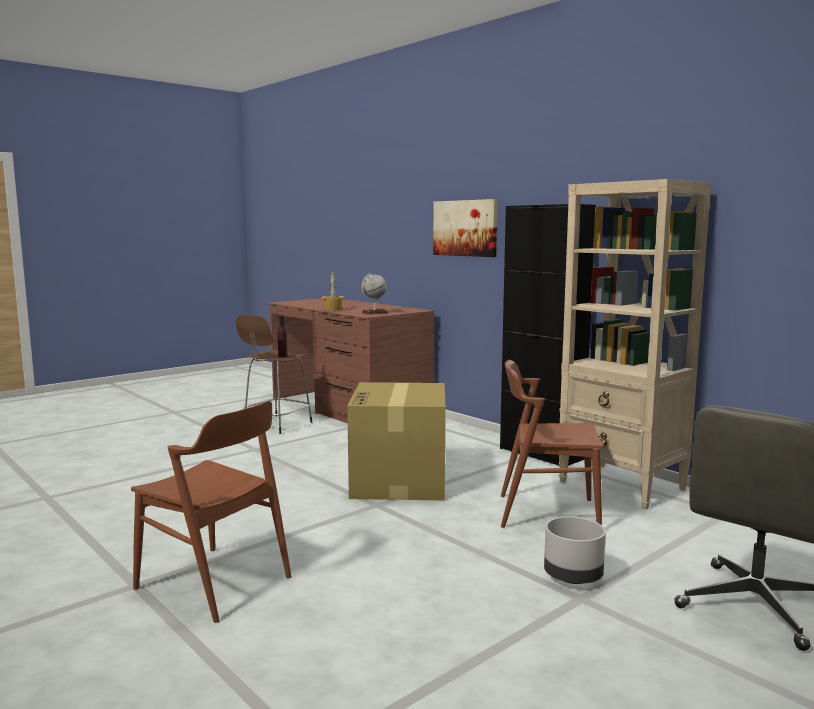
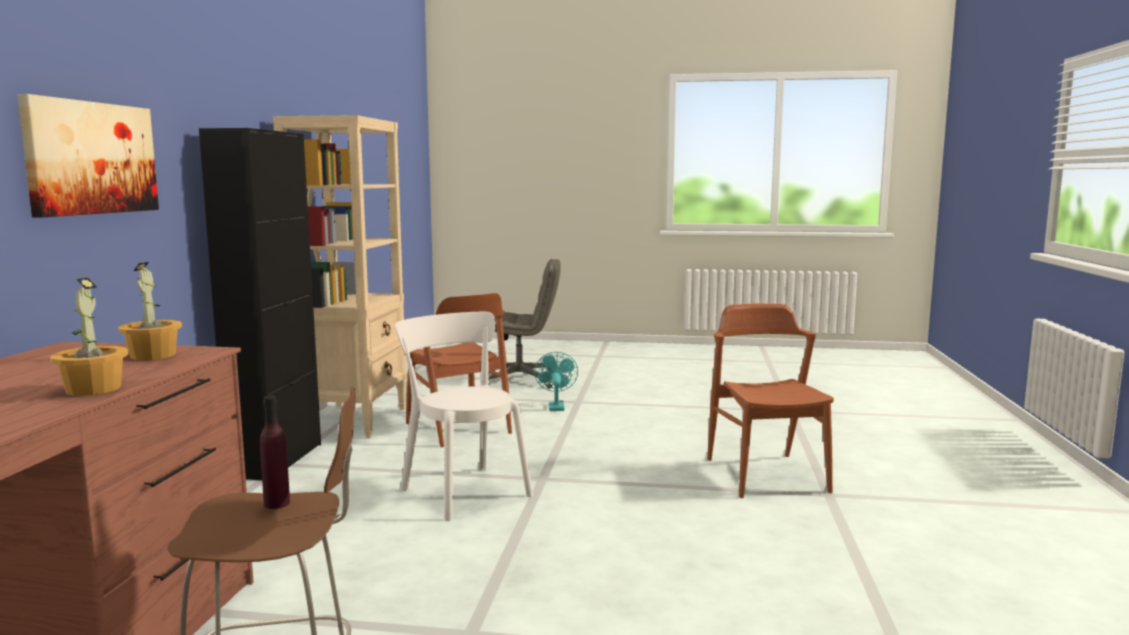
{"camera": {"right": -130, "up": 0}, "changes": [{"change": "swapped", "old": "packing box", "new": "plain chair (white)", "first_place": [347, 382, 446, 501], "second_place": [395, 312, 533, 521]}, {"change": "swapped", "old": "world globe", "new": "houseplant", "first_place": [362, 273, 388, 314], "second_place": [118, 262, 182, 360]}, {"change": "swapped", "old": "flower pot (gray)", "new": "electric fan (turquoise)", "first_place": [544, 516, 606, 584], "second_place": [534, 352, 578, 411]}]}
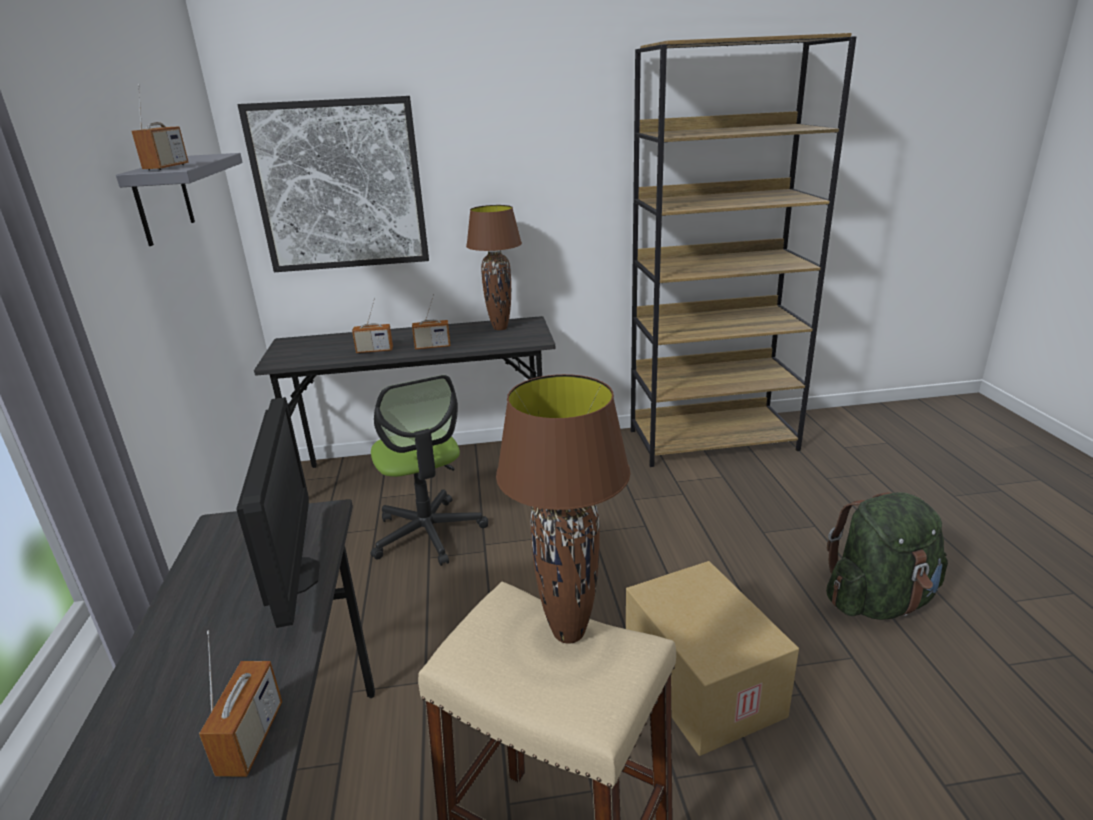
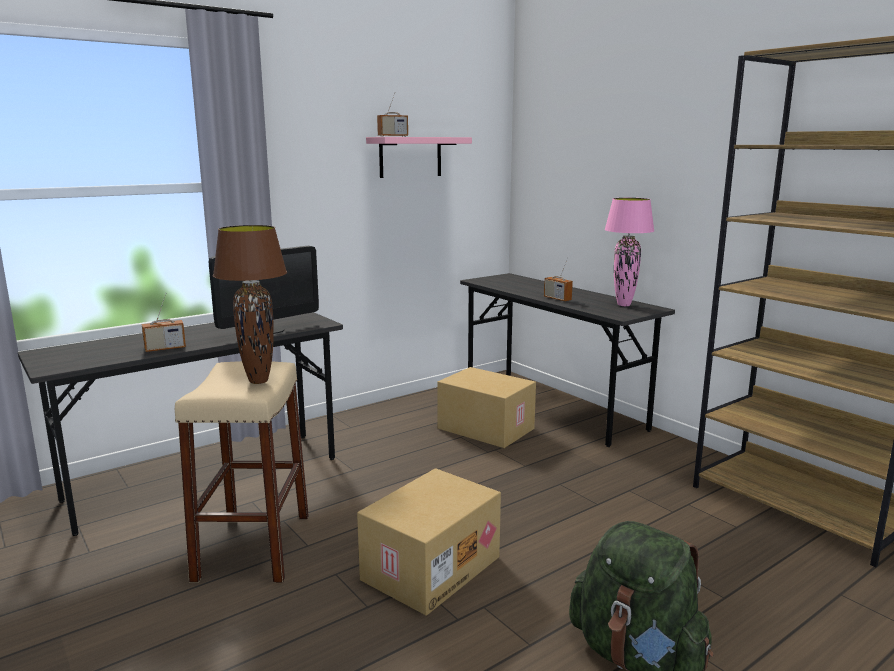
{"camera": {"right": 60, "up": -10}, "changes": [{"change": "repainted", "old": "wall shelf (gray)", "new": "wall shelf (pink)", "first_place": [116, 153, 243, 246], "second_place": [366, 137, 472, 178]}, {"change": "gone", "old": "wall art", "first_place": [237, 96, 429, 272]}, {"change": "gone", "old": "radio", "first_place": [352, 298, 393, 353]}, {"change": "swapped", "old": "desk chair", "new": "packing box", "first_place": [370, 375, 488, 566], "second_place": [437, 367, 536, 448]}, {"change": "repainted", "old": "table lamp (brown)", "new": "table lamp (pink)", "first_place": [466, 205, 522, 330], "second_place": [604, 198, 655, 306]}]}
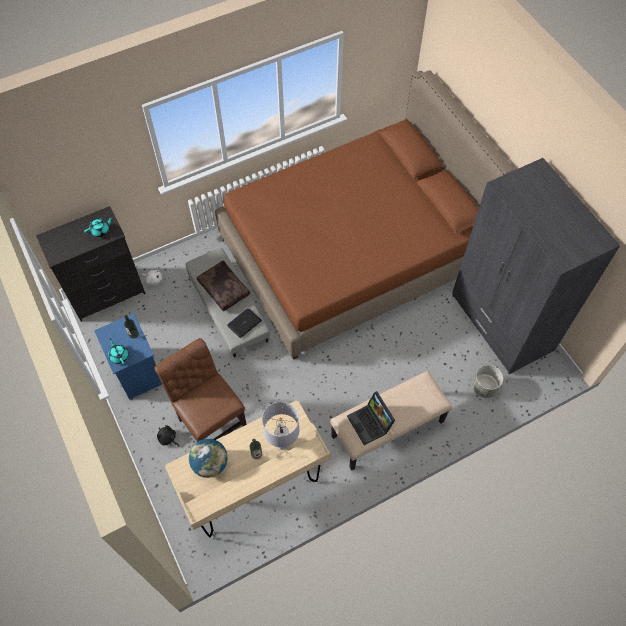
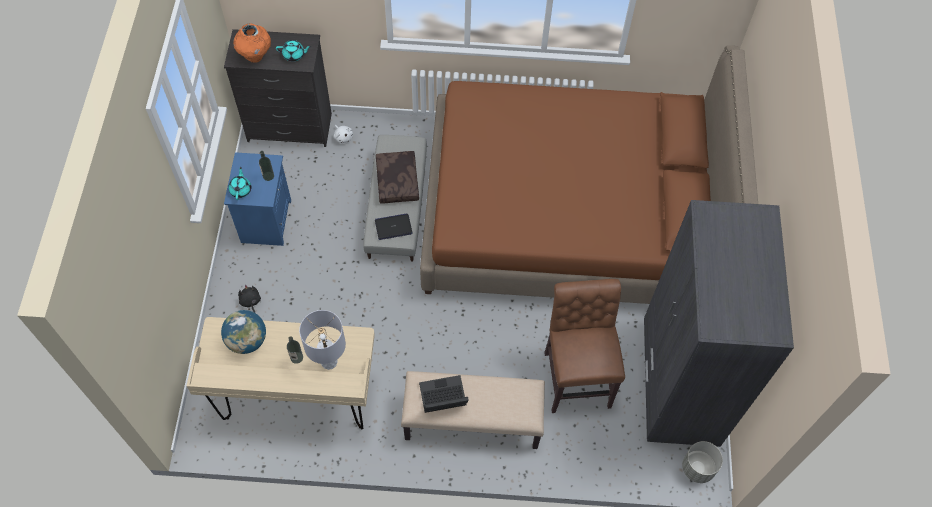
{"camera": {"right": 30, "up": 0}, "changes": [{"change": "shifted", "old": "plain chair (brown)", "first_place": [154, 338, 247, 442], "second_place": [544, 279, 625, 413]}, {"change": "rotated", "old": "portable computer", "first_place": [347, 391, 395, 445], "second_place": [419, 375, 469, 413], "degrees": 75}, {"change": "shifted", "old": "flower pot (gray)", "first_place": [472, 365, 503, 398], "second_place": [682, 441, 723, 483]}, {"change": "new", "new": "vase (orange-coloured)", "second_place": [233, 24, 271, 63]}]}
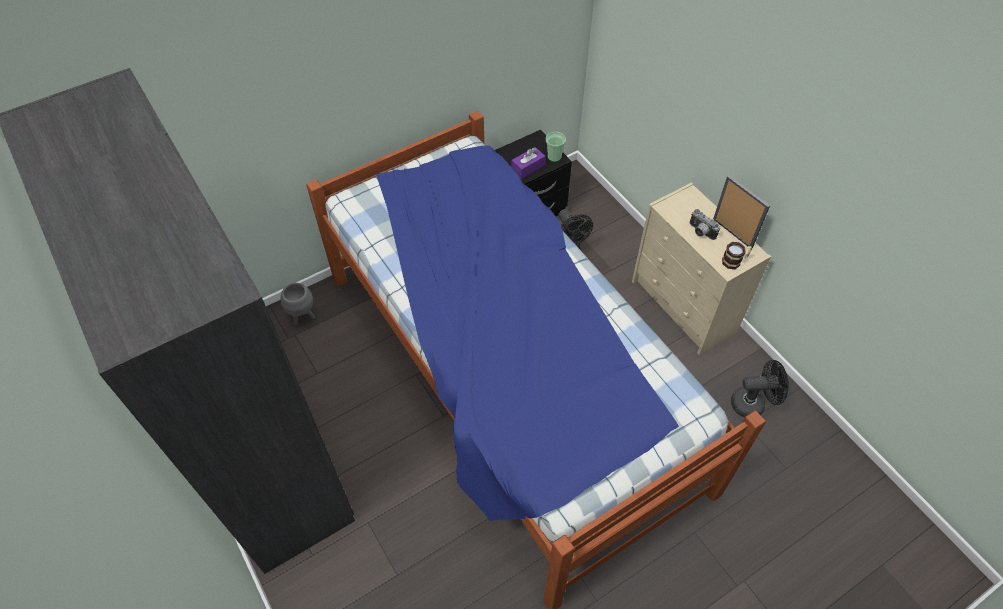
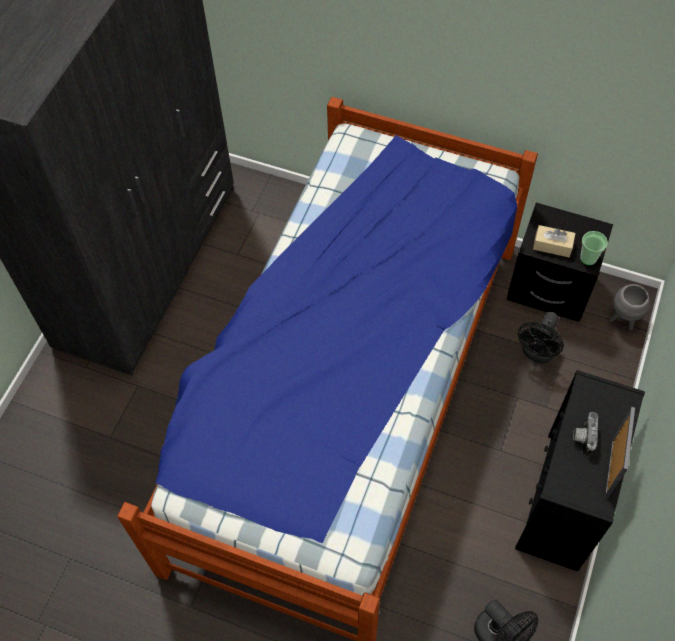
{"camera": {"right": 55, "up": 5}, "changes": [{"change": "shifted", "old": "flower pot (gray)", "first_place": [281, 283, 315, 325], "second_place": [610, 284, 650, 330]}, {"change": "repainted", "old": "tissue box (purple-coloured)", "new": "tissue box (beige)", "first_place": [511, 147, 545, 179], "second_place": [533, 225, 576, 257]}, {"change": "repainted", "old": "drawer chest (beige)", "new": "drawer chest (blackish)", "first_place": [632, 182, 771, 355], "second_place": [515, 370, 645, 571]}, {"change": "gone", "old": "tea mug", "first_place": [722, 242, 752, 269]}]}
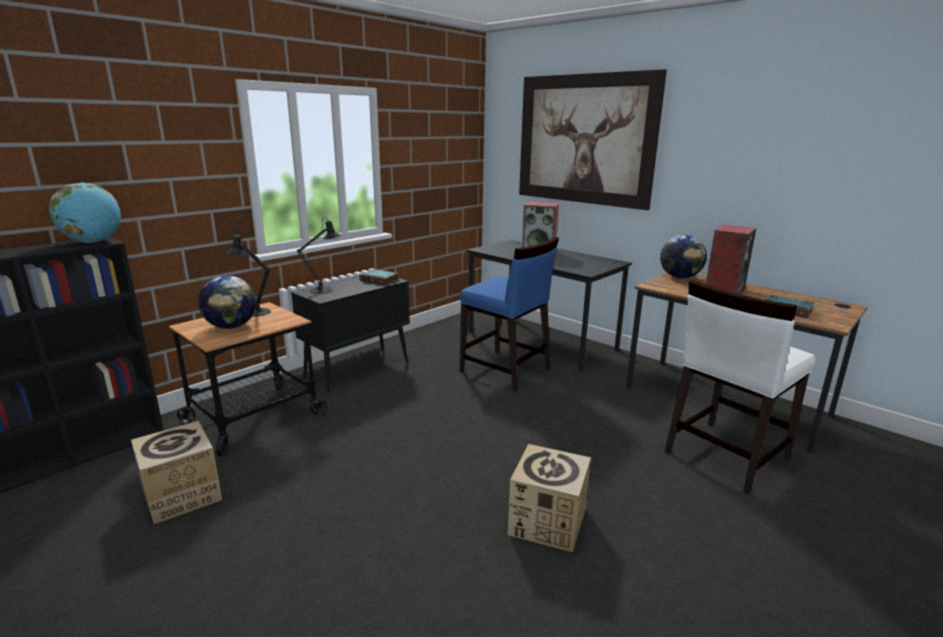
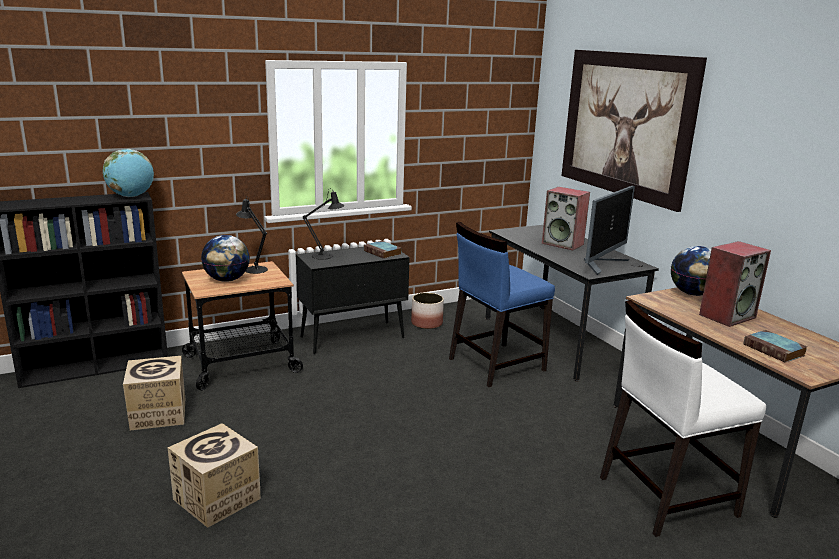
{"camera": {"right": 20, "up": 0}, "changes": [{"change": "rotated", "old": "plain chair (blue)", "first_place": [460, 237, 559, 392], "second_place": [449, 222, 555, 387], "degrees": 90}, {"change": "shifted", "old": "packing box", "first_place": [508, 444, 591, 552], "second_place": [167, 423, 261, 528]}, {"change": "new", "new": "flower pot", "second_place": [411, 293, 444, 329]}, {"change": "new", "new": "monitor", "second_place": [584, 186, 635, 275]}]}
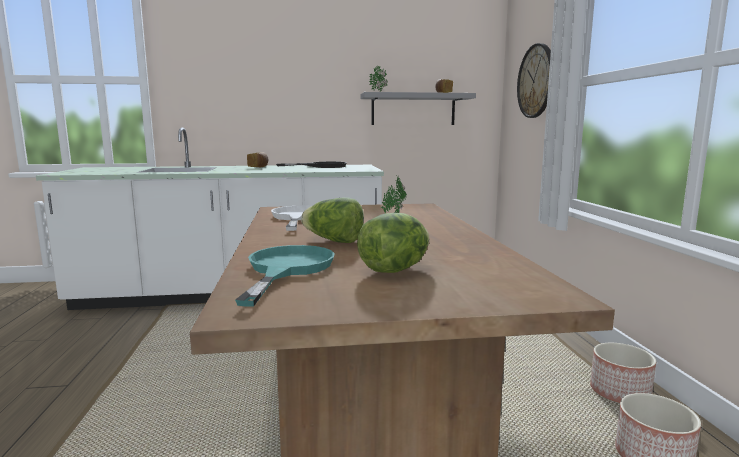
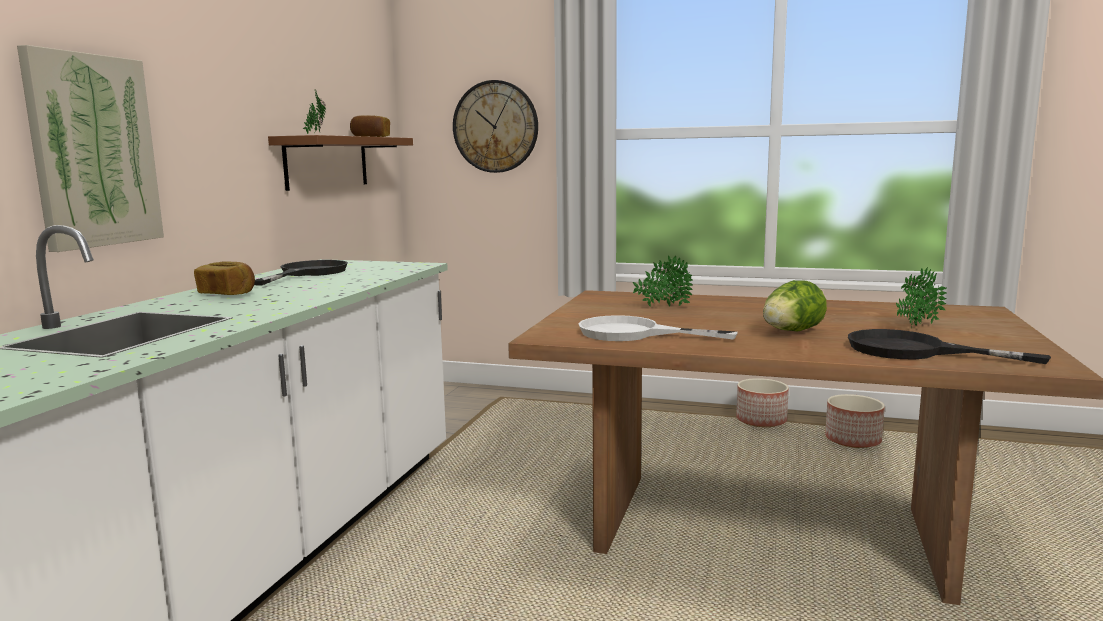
{"camera": {"right": -65, "up": 0}, "changes": [{"change": "repainted", "old": "pan (turquoise)", "new": "pan (blackish)", "first_place": [235, 245, 335, 306], "second_place": [848, 329, 1051, 364]}, {"change": "swapped", "old": "lettuce", "new": "houseplant", "first_place": [357, 213, 430, 273], "second_place": [896, 267, 947, 328]}, {"change": "repainted", "old": "wall shelf (gray)", "new": "wall shelf (brown)", "first_place": [360, 92, 476, 125], "second_place": [268, 135, 413, 191]}, {"change": "new", "new": "wall art", "second_place": [17, 45, 164, 252]}]}
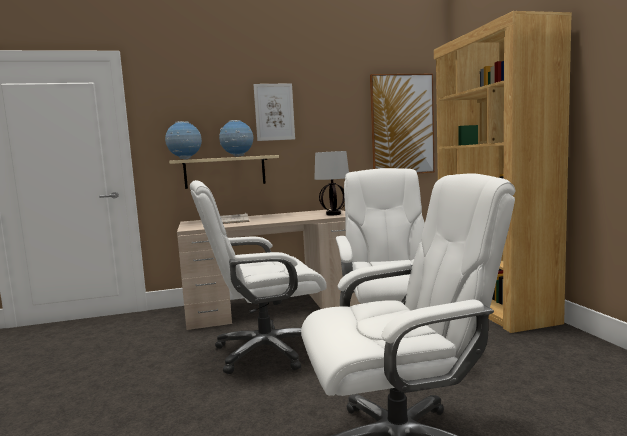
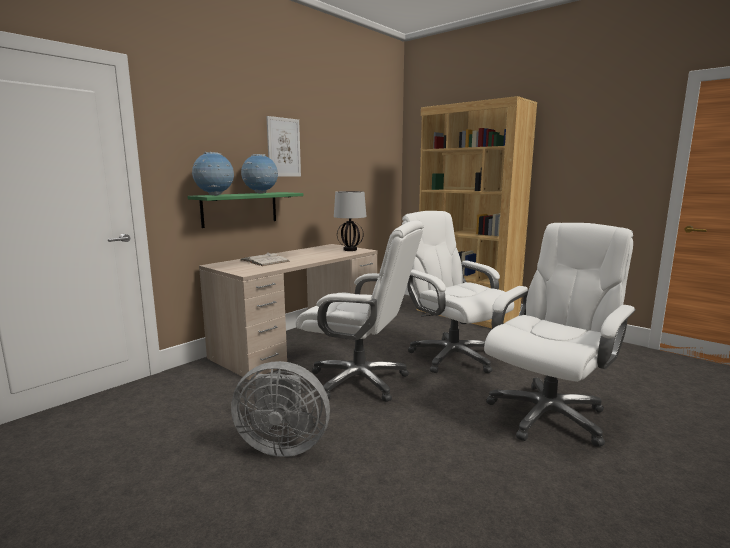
{"camera": {"right": -35, "up": 5}, "changes": [{"change": "repainted", "old": "wall shelf (beige)", "new": "wall shelf (greenish)", "first_place": [169, 155, 279, 189], "second_place": [187, 192, 304, 228]}, {"change": "rotated", "old": "desk chair (white)", "first_place": [190, 180, 327, 374], "second_place": [296, 221, 423, 402], "degrees": -105}, {"change": "gone", "old": "wall art", "first_place": [370, 74, 435, 174]}, {"change": "new", "new": "electric fan (gray)", "second_place": [231, 361, 330, 457]}]}
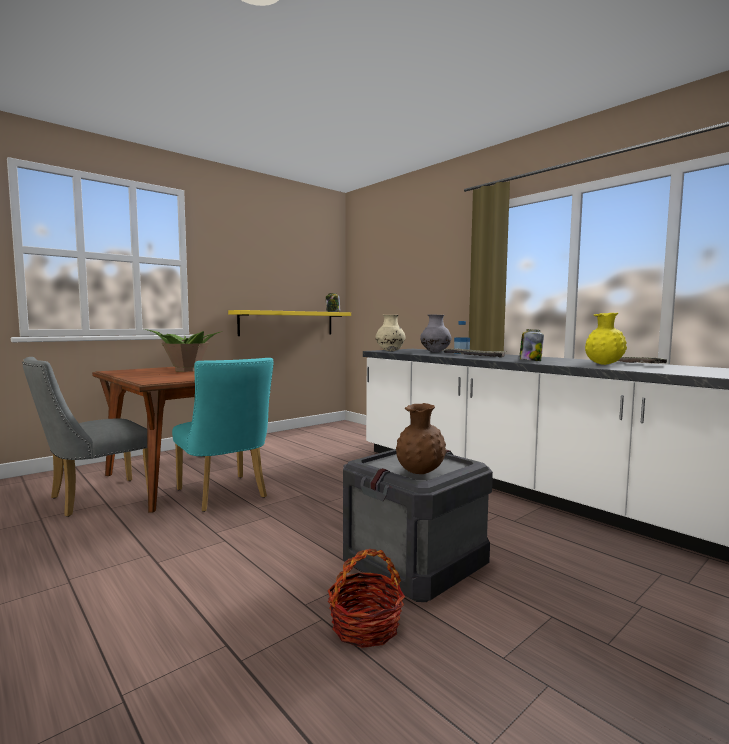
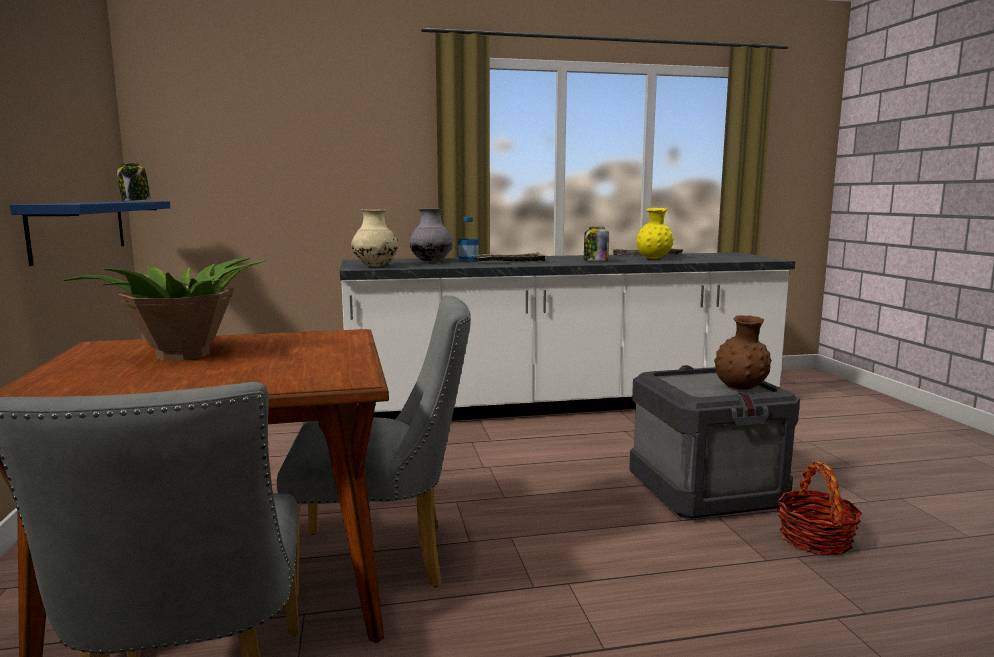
{"camera": {"right": -60, "up": 5}, "changes": [{"change": "repainted", "old": "plain chair (turquoise)", "new": "plain chair (gray)", "first_place": [172, 358, 274, 512], "second_place": [277, 295, 471, 598]}, {"change": "repainted", "old": "wall shelf (yellowish)", "new": "wall shelf (blue)", "first_place": [228, 310, 351, 336], "second_place": [10, 201, 170, 266]}]}
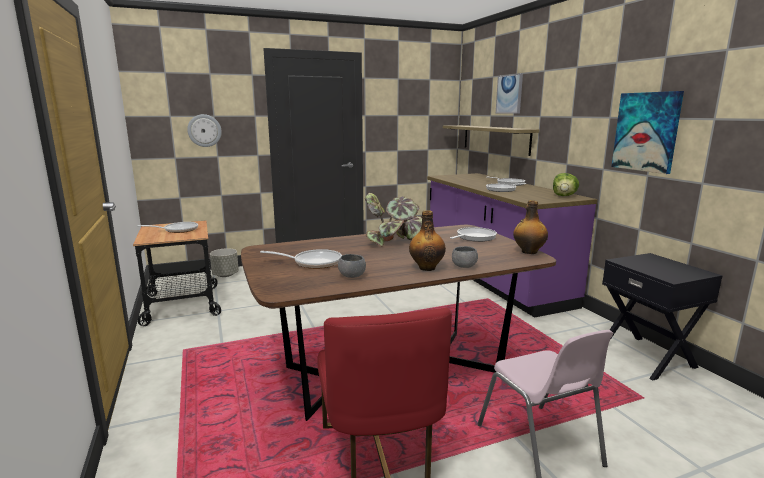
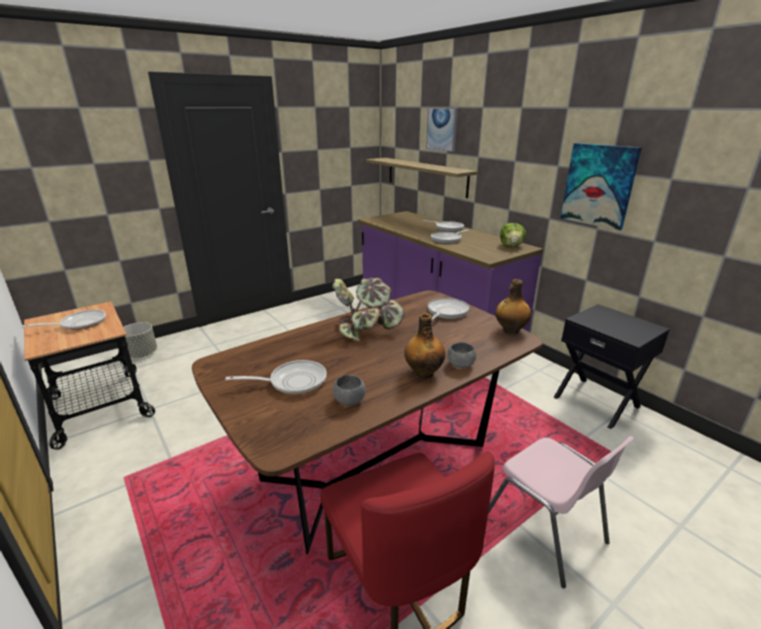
{"camera": {"right": -15, "up": 10}, "changes": [{"change": "gone", "old": "clock on the wall", "first_place": [187, 114, 222, 147]}]}
